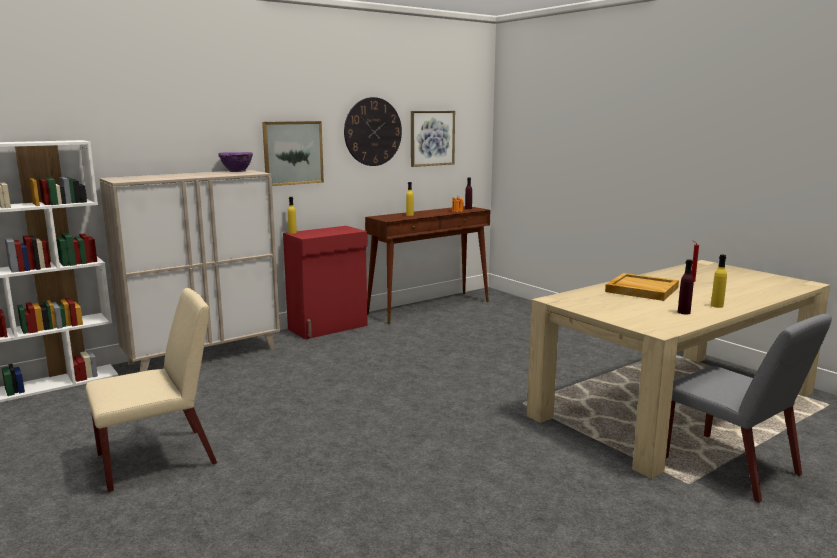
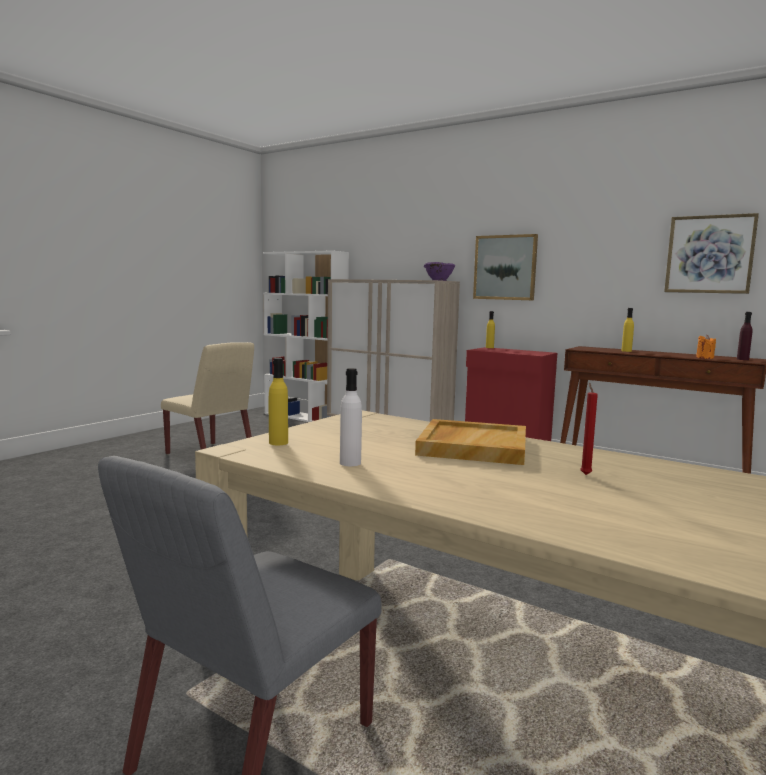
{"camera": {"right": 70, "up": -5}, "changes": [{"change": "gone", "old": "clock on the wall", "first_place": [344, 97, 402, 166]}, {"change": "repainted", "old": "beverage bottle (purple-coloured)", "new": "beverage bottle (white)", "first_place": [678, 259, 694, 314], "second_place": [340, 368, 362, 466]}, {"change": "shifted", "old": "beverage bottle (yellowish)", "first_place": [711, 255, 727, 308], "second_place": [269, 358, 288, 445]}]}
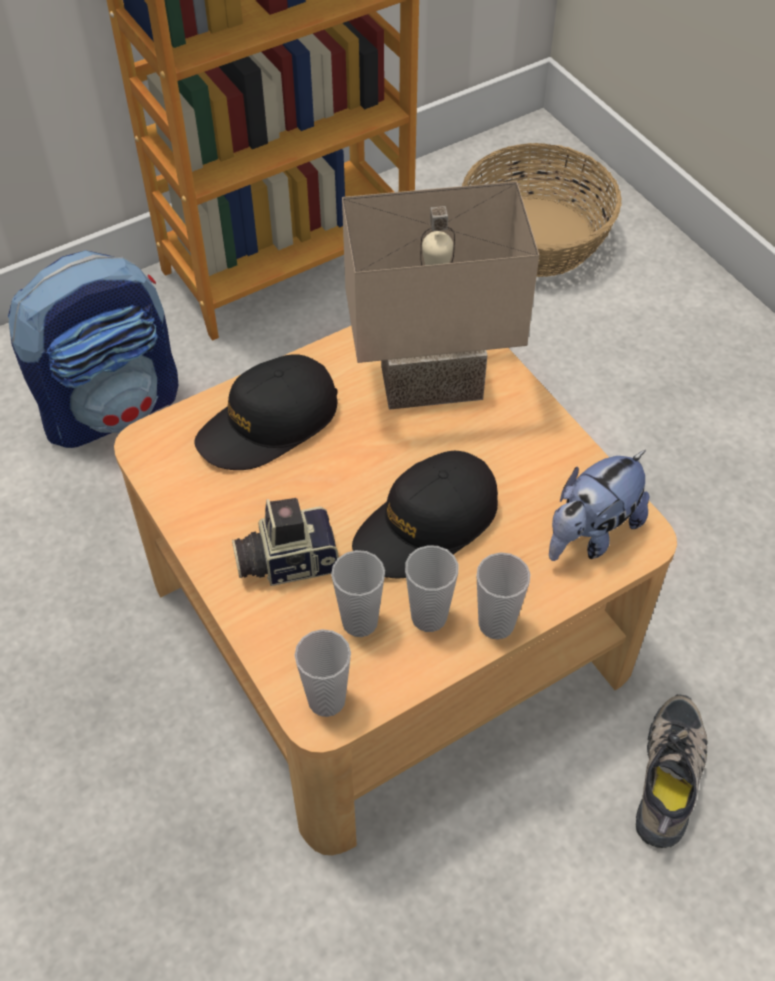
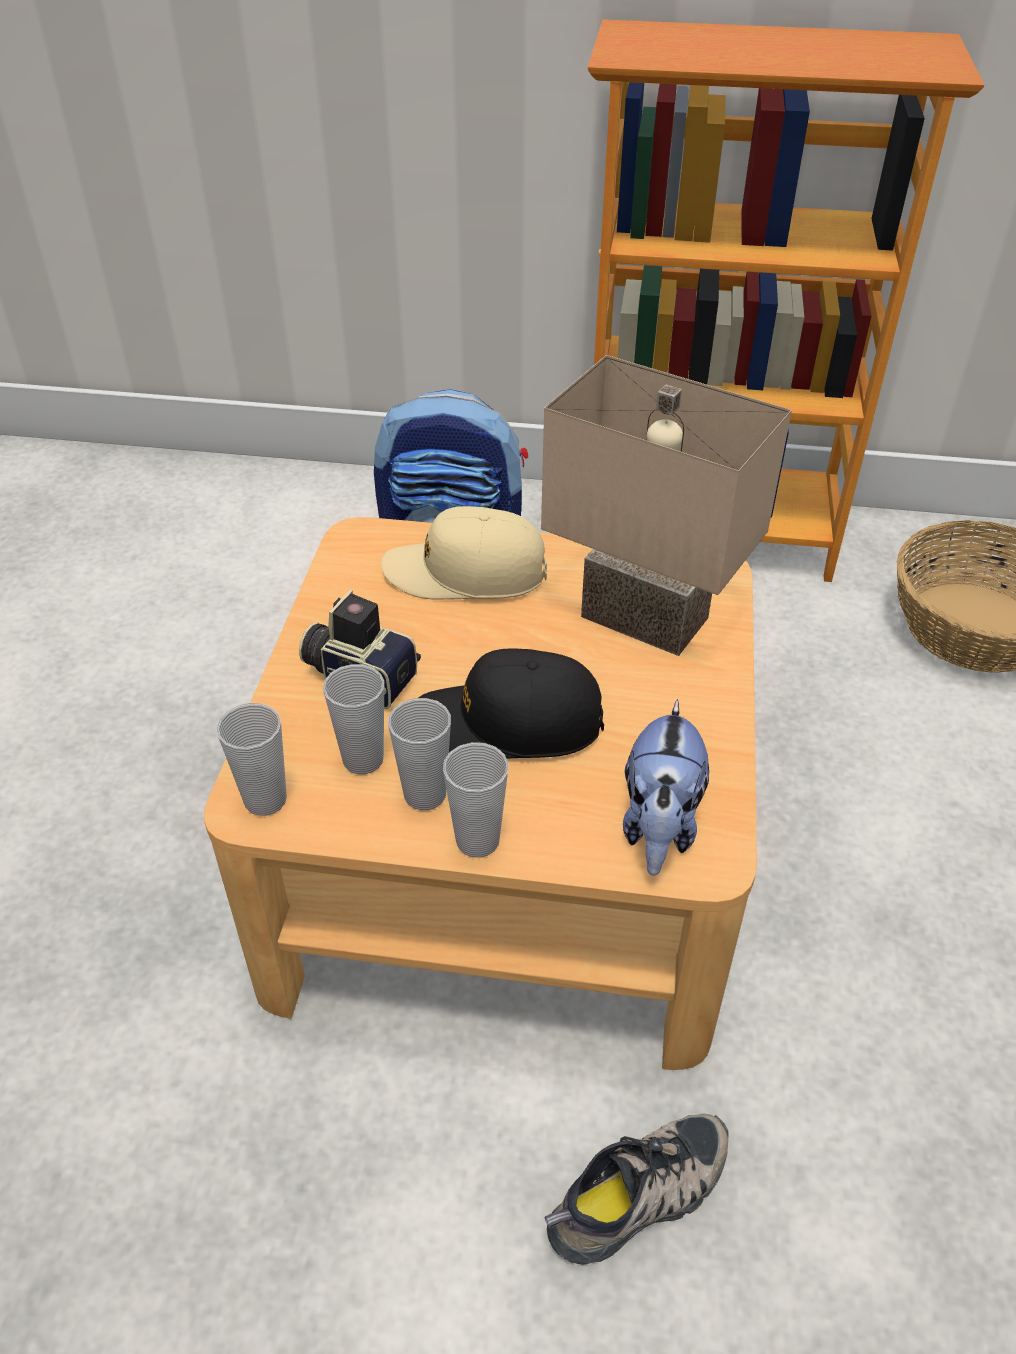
{"camera": {"right": 40, "up": -10}, "changes": [{"change": "repainted", "old": "peaked cap (blackish)", "new": "peaked cap (beige)", "first_place": [194, 354, 338, 470], "second_place": [381, 506, 547, 600]}, {"change": "rotated", "old": "plush toy", "first_place": [549, 450, 649, 561], "second_place": [623, 699, 709, 876], "degrees": -75}]}
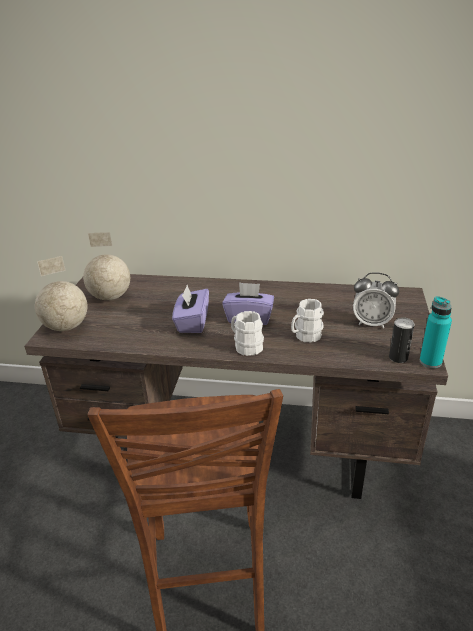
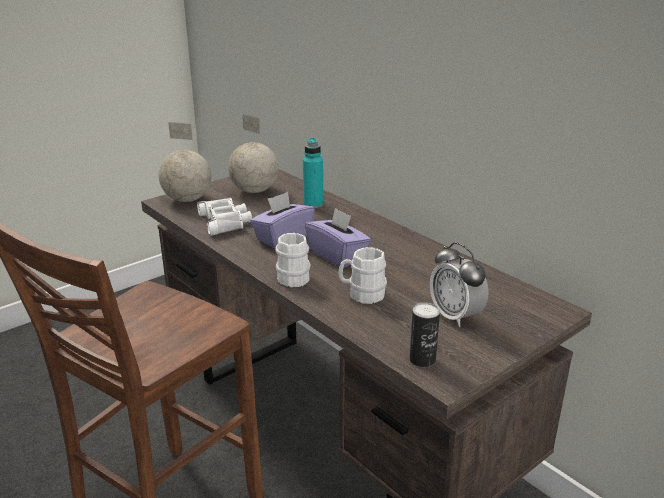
{"camera": {"right": 40, "up": -5}, "changes": [{"change": "shifted", "old": "beverage bottle (turquoise)", "first_place": [420, 296, 452, 368], "second_place": [303, 138, 323, 208]}, {"change": "new", "new": "pair of binoculars (white)", "second_place": [197, 198, 252, 236]}]}
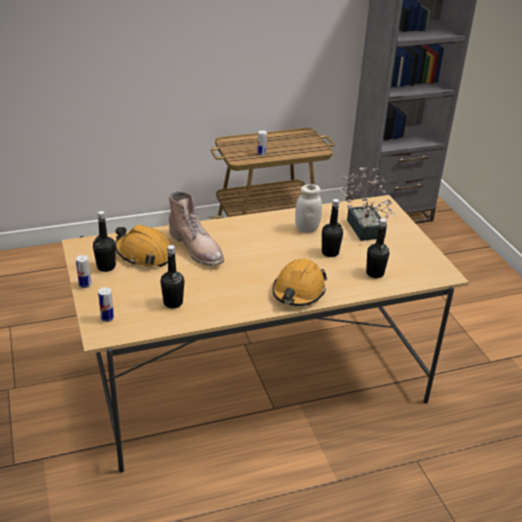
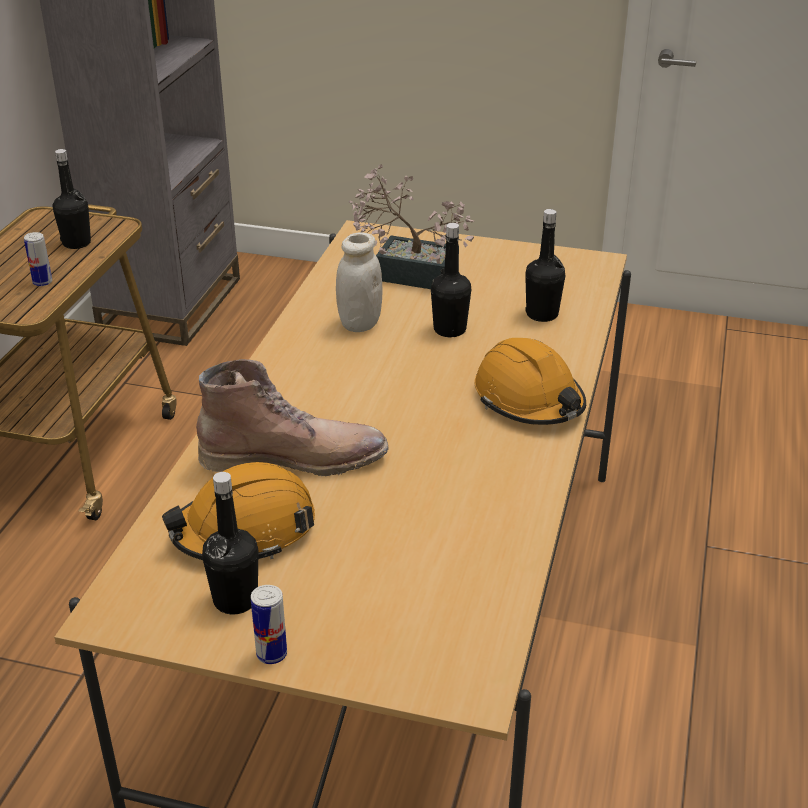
{"camera": {"right": -55, "up": 0}, "changes": [{"change": "gone", "old": "sealed can", "first_place": [98, 287, 114, 322]}, {"change": "shifted", "old": "beverage bottle (blackish)", "first_place": [160, 245, 184, 308], "second_place": [53, 149, 91, 249]}]}
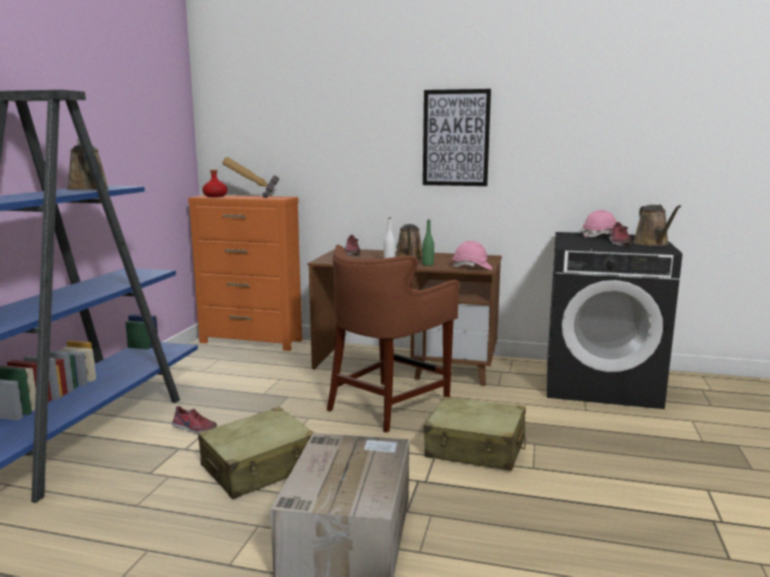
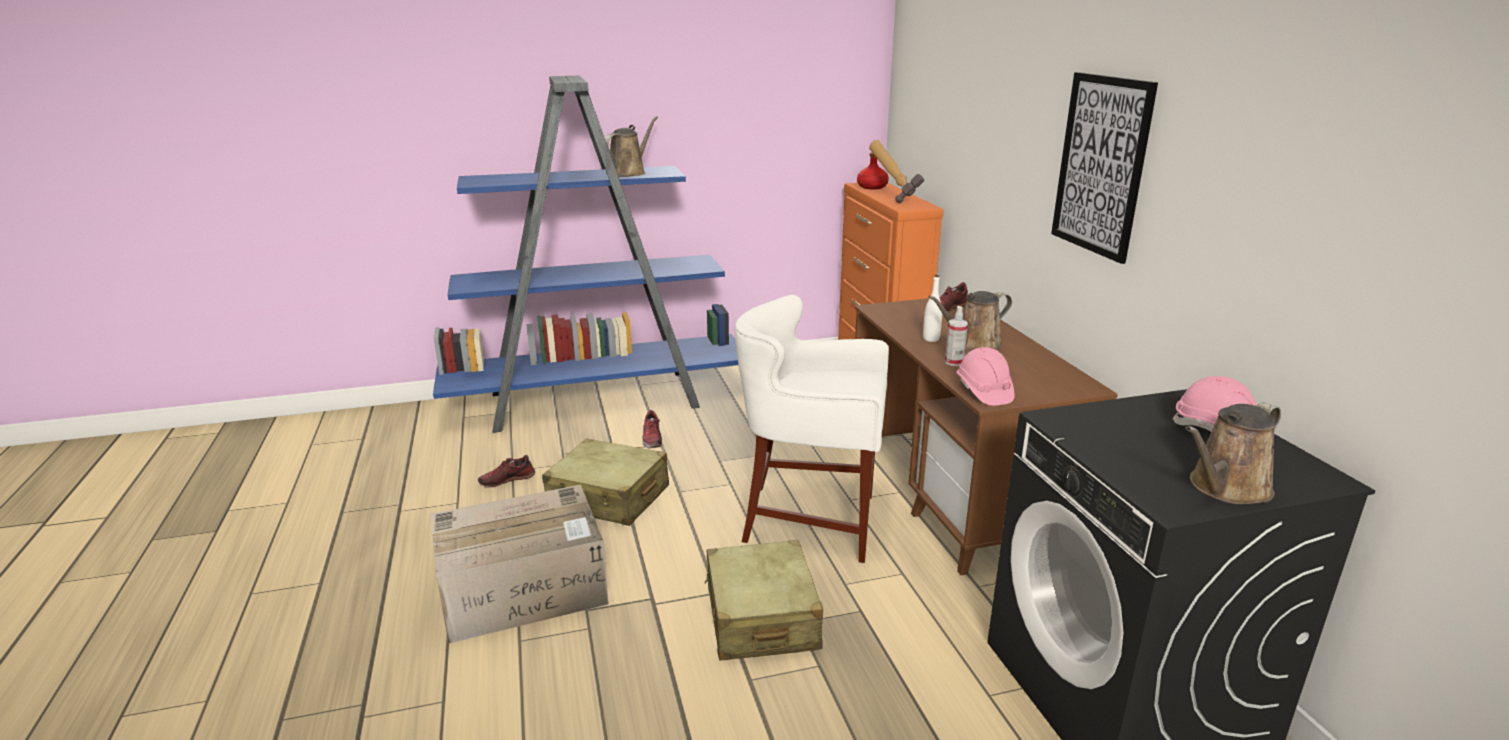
{"camera": {"right": 60, "up": 10}, "changes": [{"change": "repainted", "old": "sitting stool (brown)", "new": "sitting stool (white)", "first_place": [327, 245, 459, 433], "second_place": [735, 295, 889, 563]}, {"change": "swapped", "old": "beverage bottle (greenish)", "new": "sprayer", "first_place": [422, 220, 434, 266], "second_place": [945, 306, 968, 366]}, {"change": "shifted", "old": "shoe", "first_place": [609, 222, 632, 246], "second_place": [478, 455, 535, 488]}]}
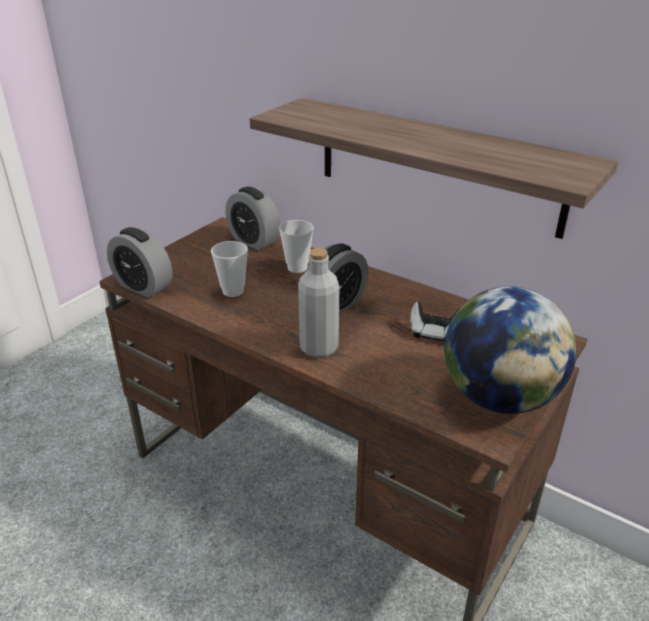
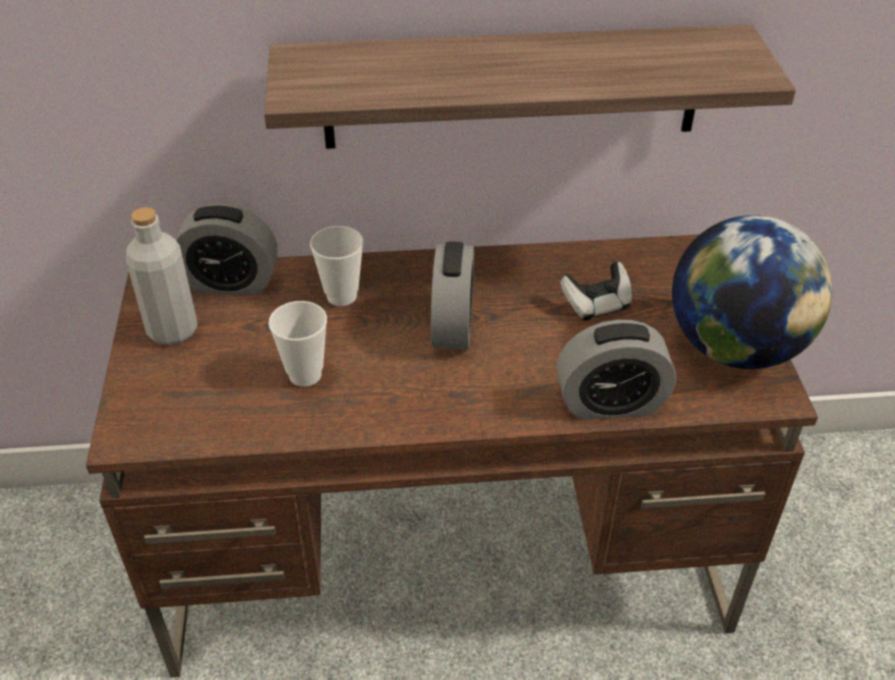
{"camera": {"right": -40, "up": 10}, "changes": [{"change": "shifted", "old": "bedside clock", "first_place": [107, 227, 173, 298], "second_place": [557, 320, 676, 420]}, {"change": "shifted", "old": "beverage bottle (gray)", "first_place": [298, 248, 339, 358], "second_place": [126, 207, 198, 345]}]}
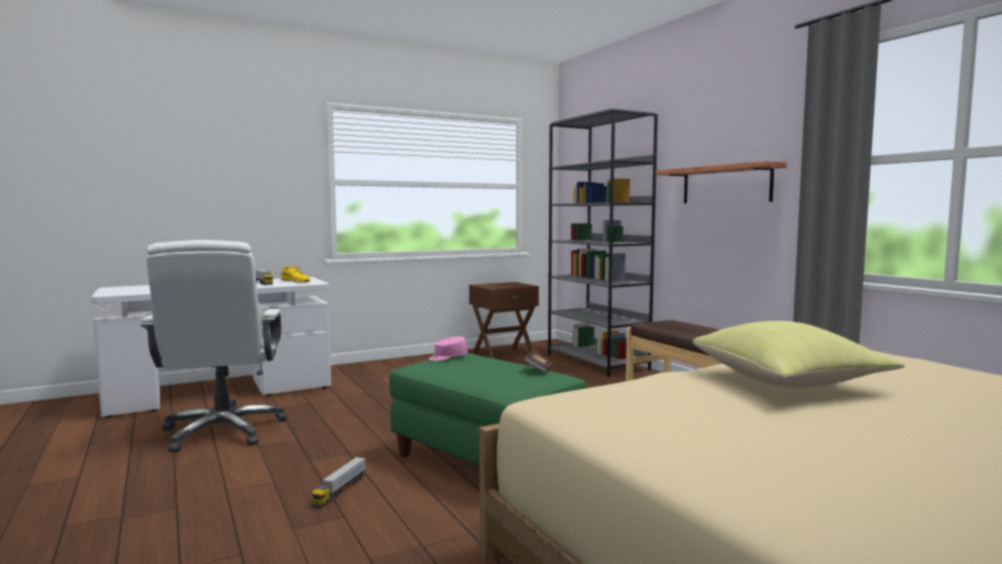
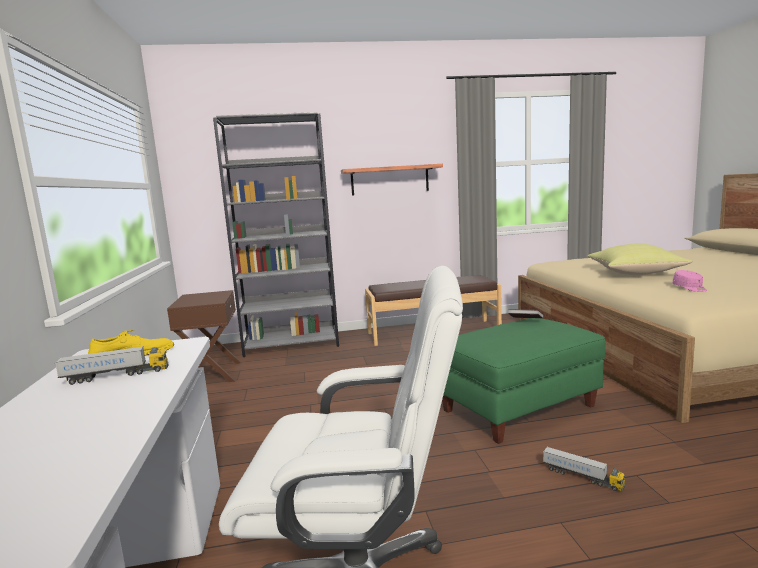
{"camera": {"right": -70, "up": 5}, "changes": [{"change": "shifted", "old": "peaked cap (pink)", "first_place": [428, 336, 467, 361], "second_place": [673, 270, 707, 292]}]}
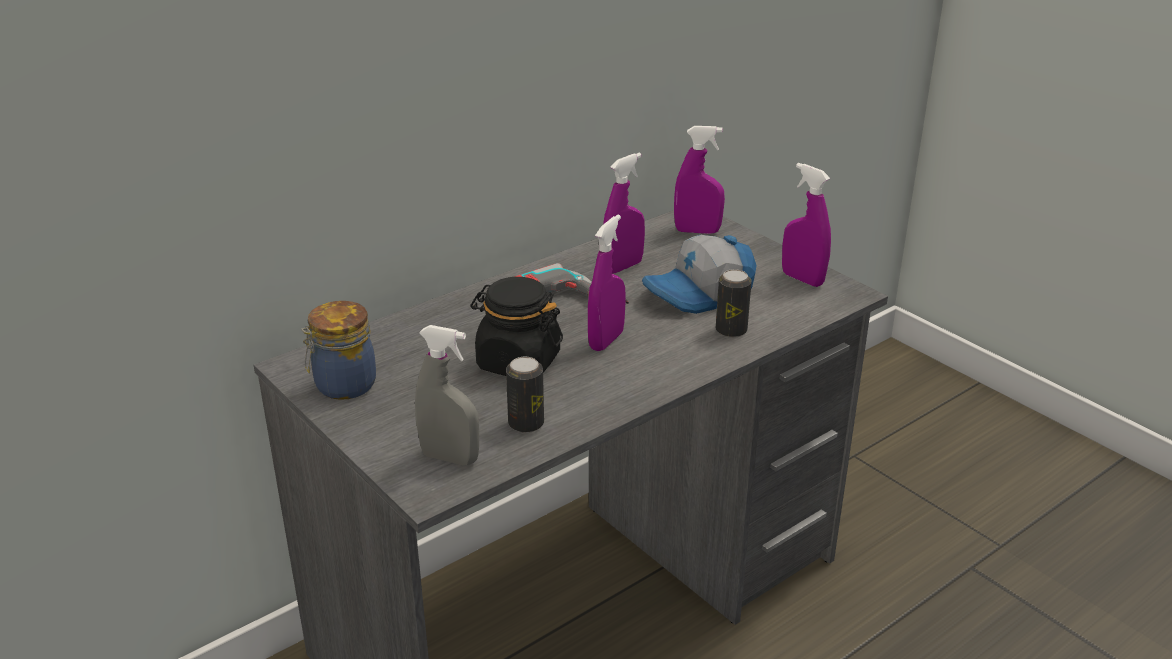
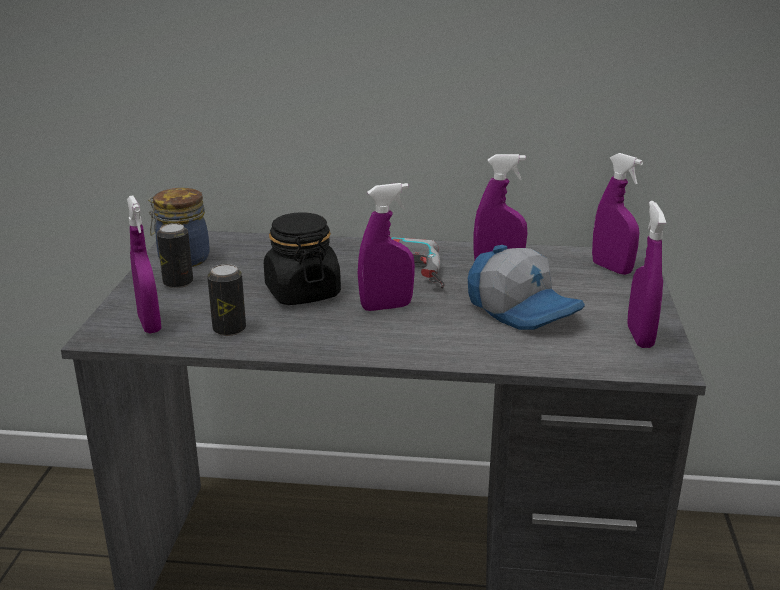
{"camera": {"right": 45, "up": -5}, "changes": [{"change": "repainted", "old": "sprayer (gray)", "new": "sprayer (purple-coloured)", "first_place": [415, 325, 479, 465], "second_place": [127, 196, 161, 333]}, {"change": "rotated", "old": "peaked cap", "first_place": [642, 235, 756, 314], "second_place": [468, 245, 585, 330], "degrees": -150}, {"change": "shifted", "old": "sealed can", "first_place": [716, 269, 752, 338], "second_place": [157, 223, 193, 288]}]}
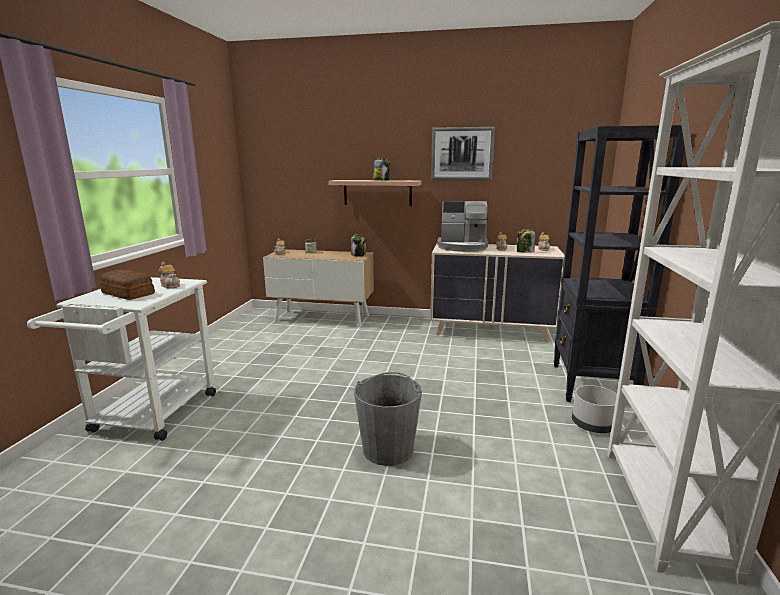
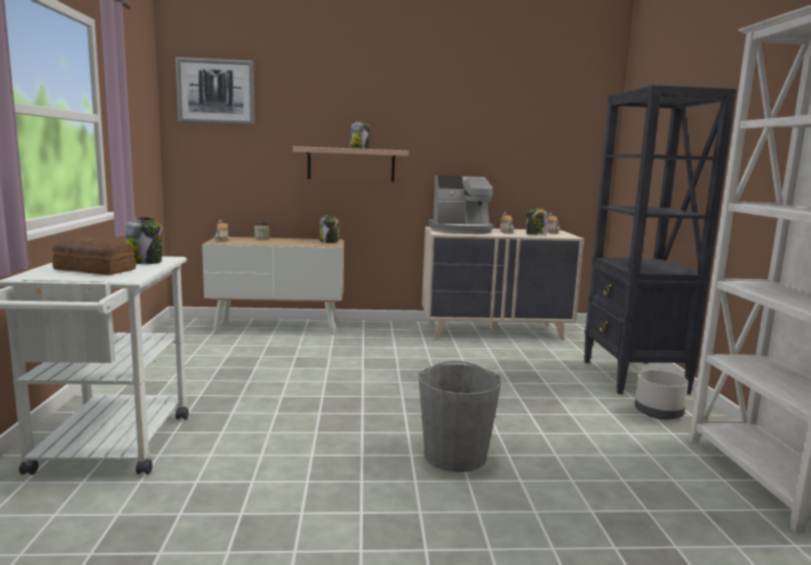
{"camera": {"right": -15, "up": -5}, "changes": [{"change": "swapped", "old": "teapot", "new": "preserve jar", "first_place": [158, 262, 180, 289], "second_place": [125, 217, 162, 264]}, {"change": "shifted", "old": "wall art", "first_place": [431, 127, 495, 180], "second_place": [176, 57, 255, 125]}]}
